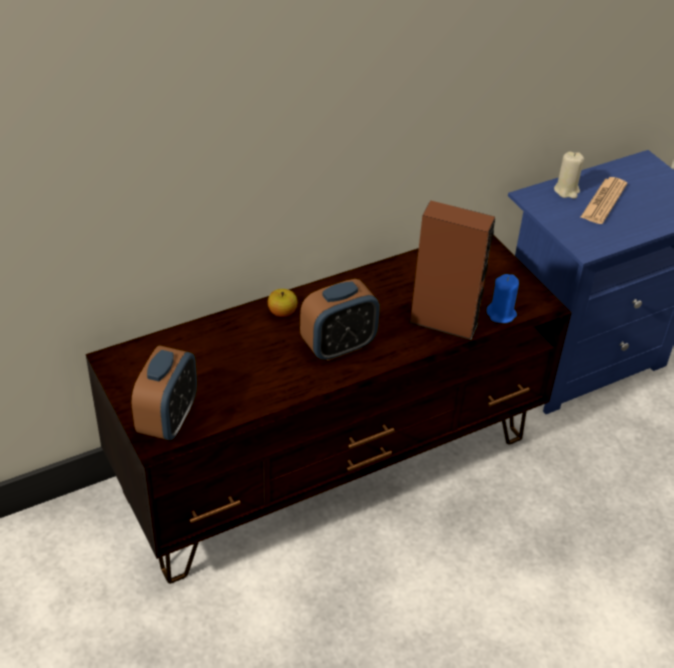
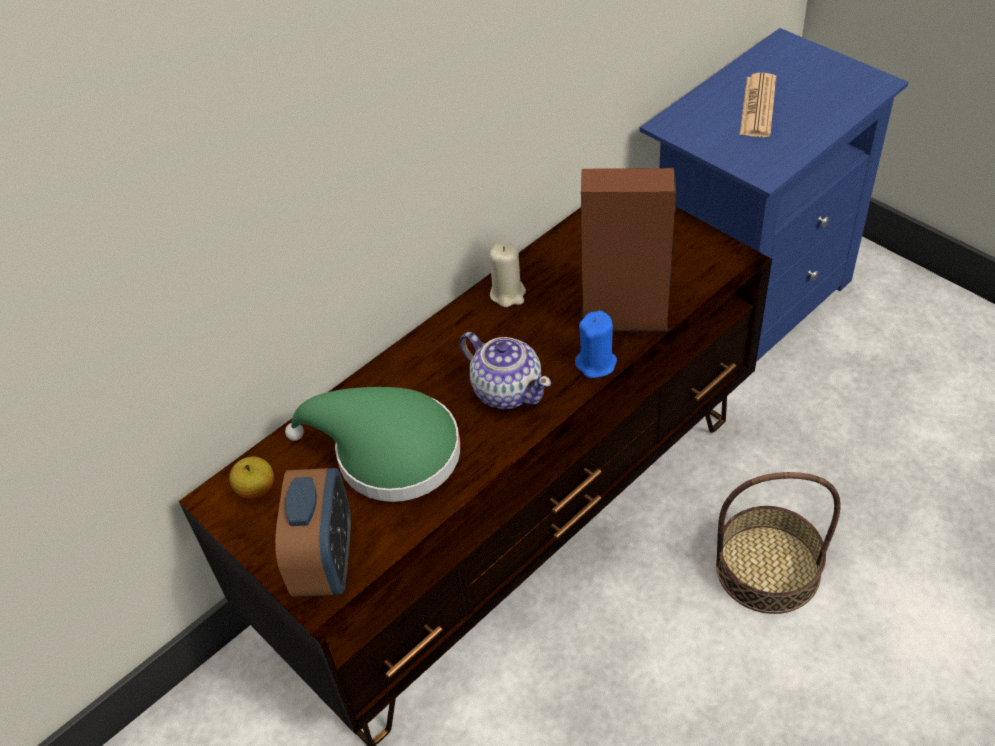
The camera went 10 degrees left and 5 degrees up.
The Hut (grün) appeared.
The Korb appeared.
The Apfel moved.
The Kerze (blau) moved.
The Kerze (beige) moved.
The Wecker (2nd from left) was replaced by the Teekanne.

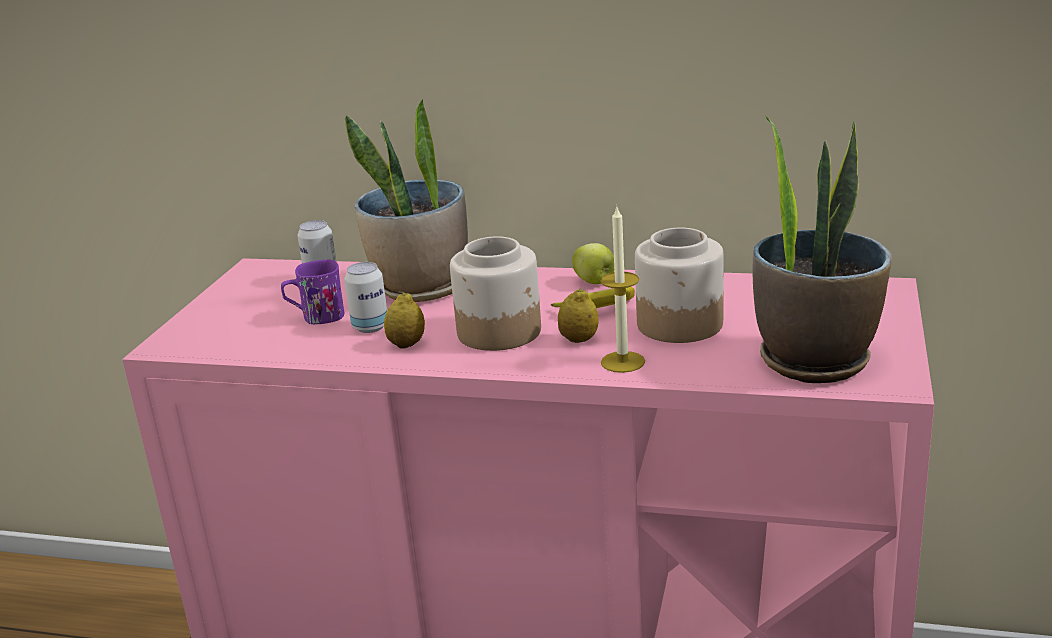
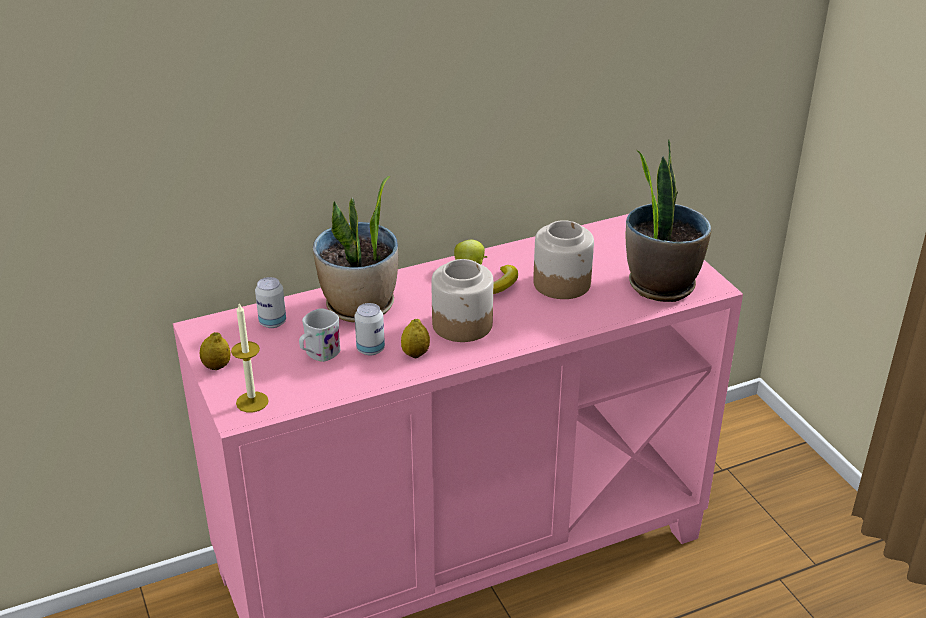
The camera went 40 degrees left and 10 degrees up.
The Zitrone (2nd from left in the first image) moved.
The Kerze moved.
The Henkelbecher (lila) became the Henkelbecher (weiß).

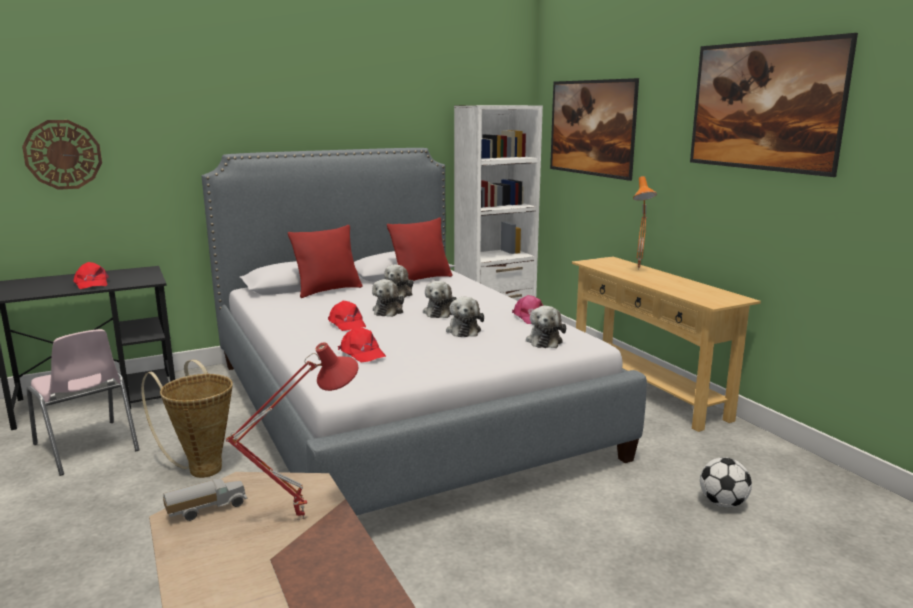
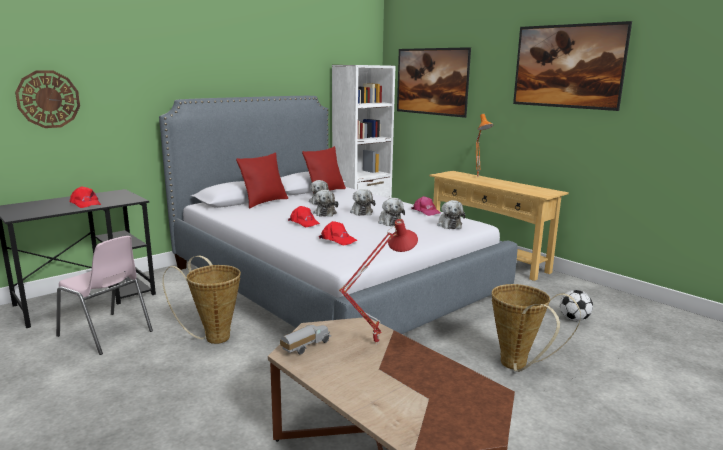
The camera went 15 degrees left and 0 degrees up.
The Korb (2nd from left) appeared.

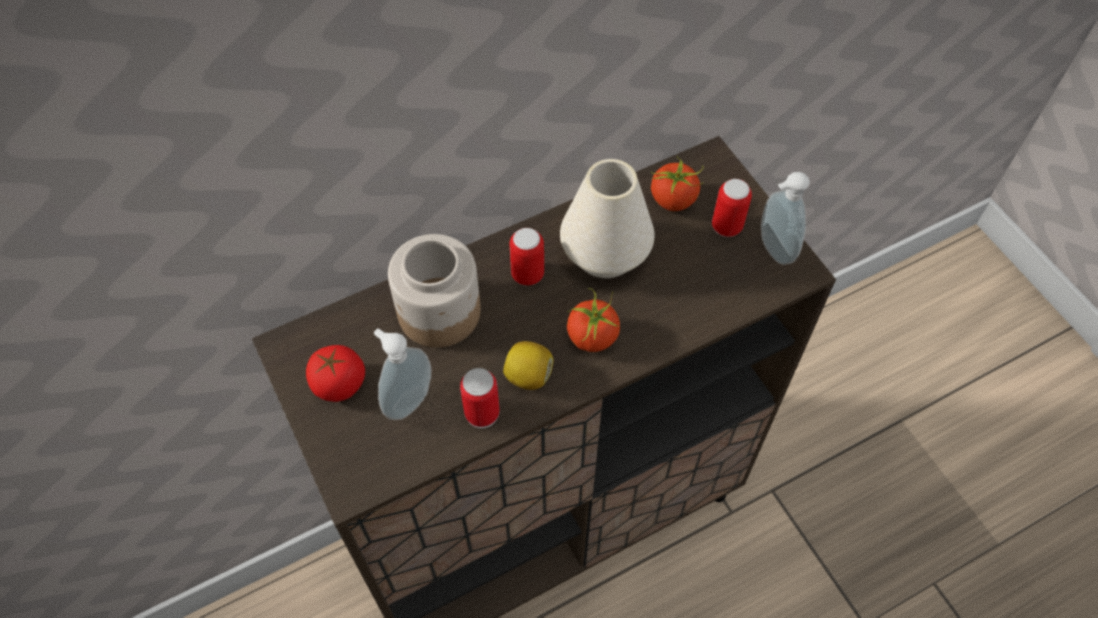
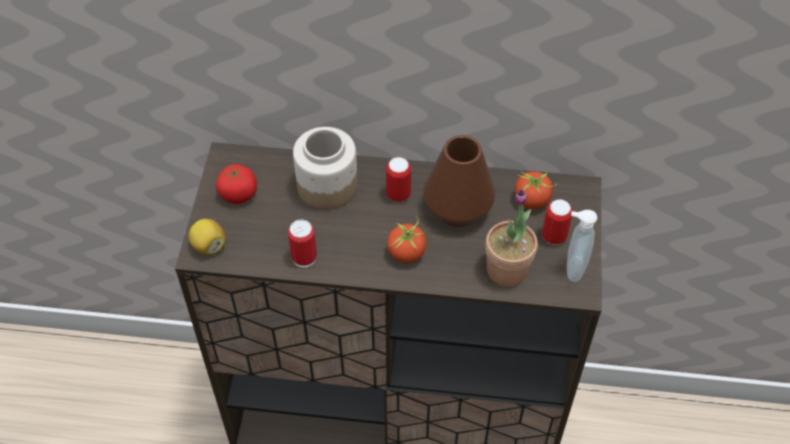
The camera went 35 degrees right and 5 degrees down.
The Seifenspender (1st from left) disappeared.
The Topfpflanze appeared.
The Zitrone moved.
The Vase (weiß) became the Vase (braun).

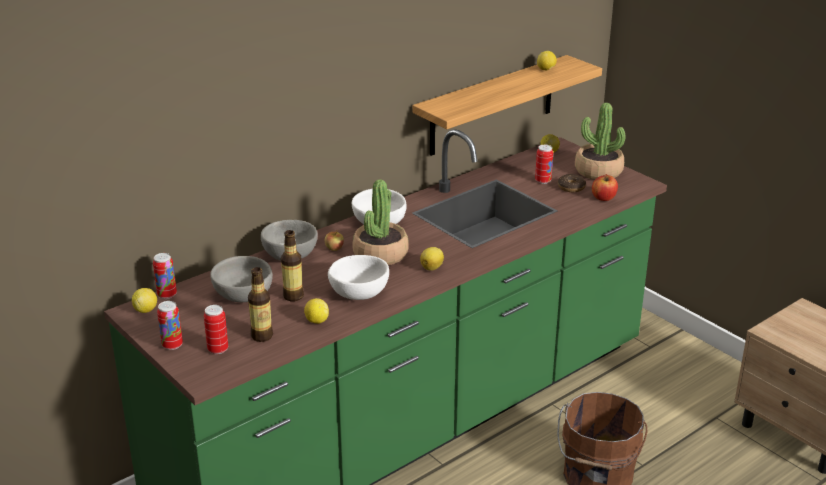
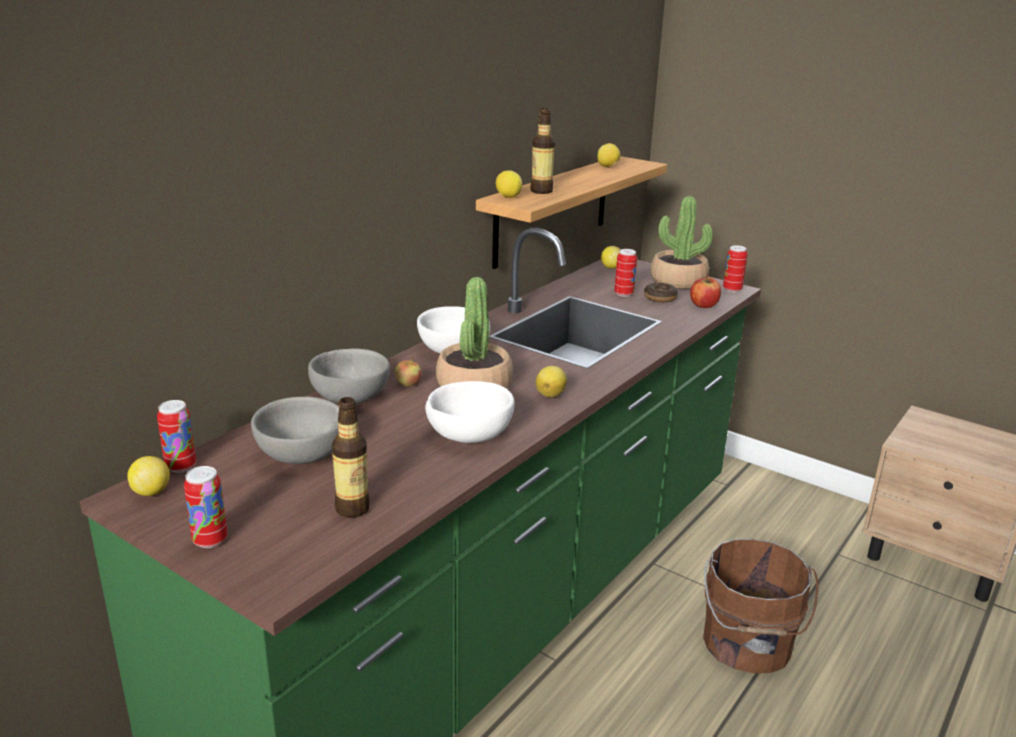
The camera went 15 degrees left and 5 degrees down.
The Dose (3rd from left in the first image) moved.
The Flasche (2nd from left) moved.
The Zitrone (2nd from left) moved.

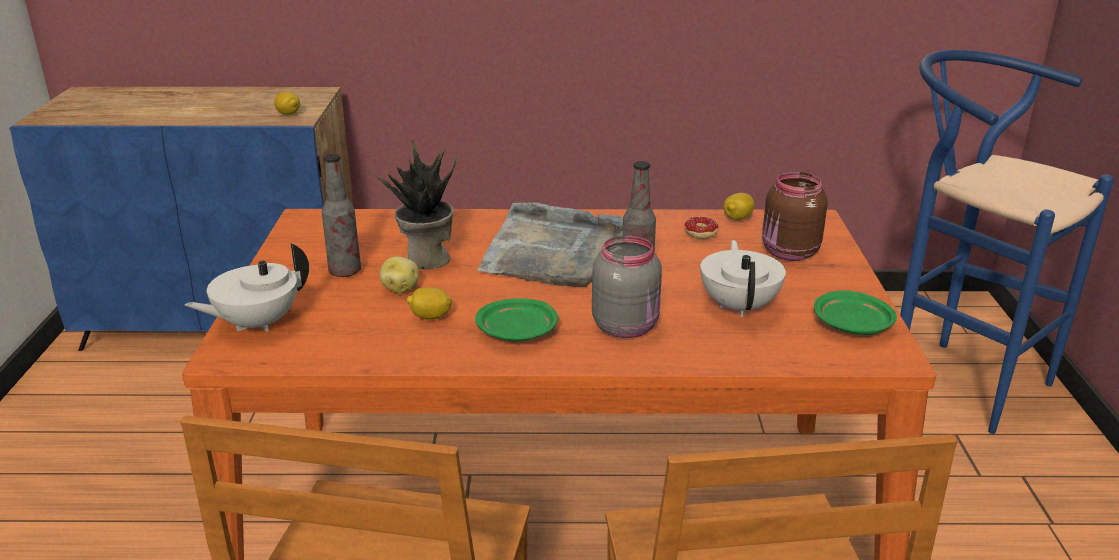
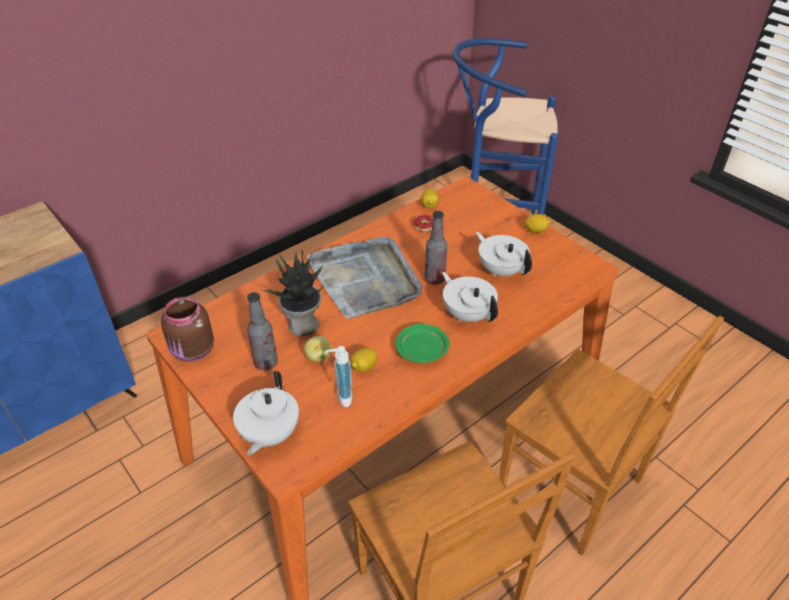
The camera went 40 degrees left and 15 degrees up.
The Teller (grün) (2nd from left) disappeared.
The Seifenspender appeared.
The Zitrone (1st from left in the first image) moved.
The Vorratsglas (braun) moved.
The Vorratsglas (grau) was replaced by the Teekanne (weiß) (2nd from left).

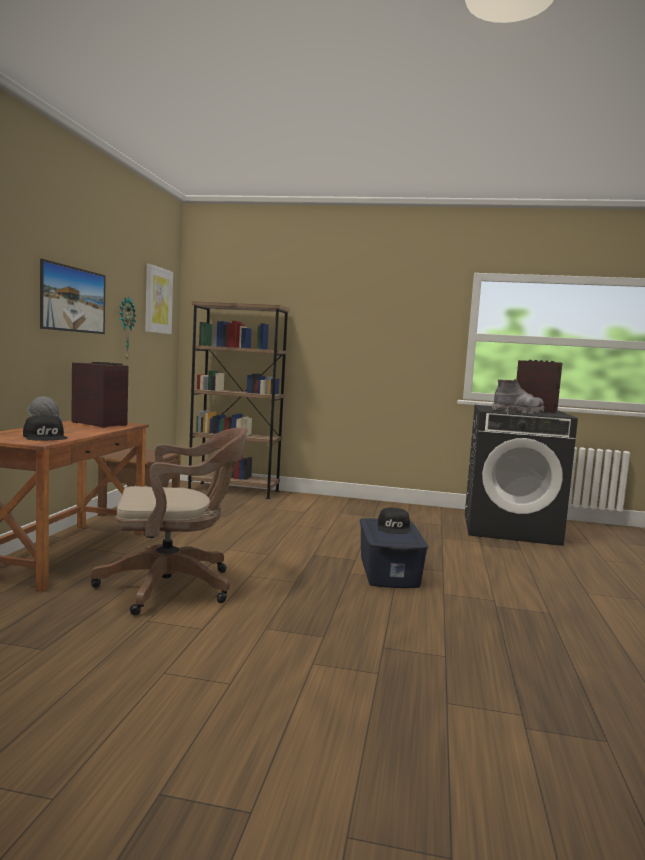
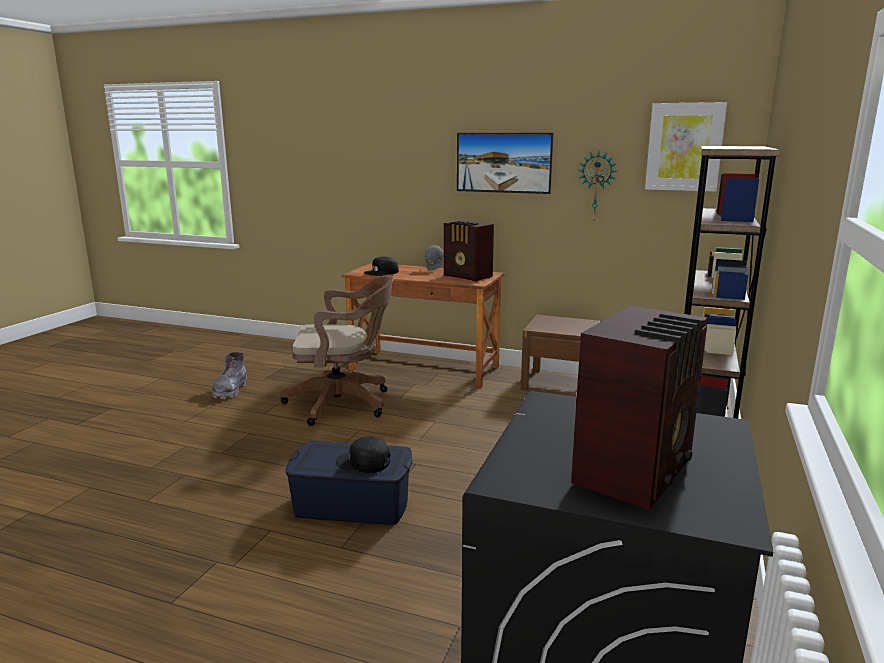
The camera went 100 degrees right and 10 degrees up.
The Stiefel (grau) moved.
The Radio (1st from left) turned 90 degrees clockwise.
The Bürostuhl (braun) turned 90 degrees counterclockwise.

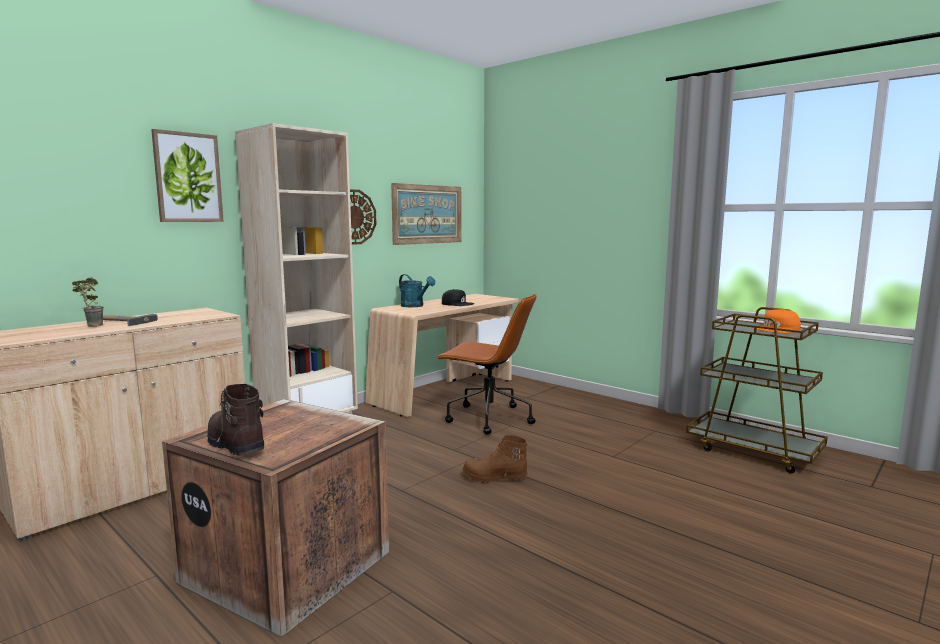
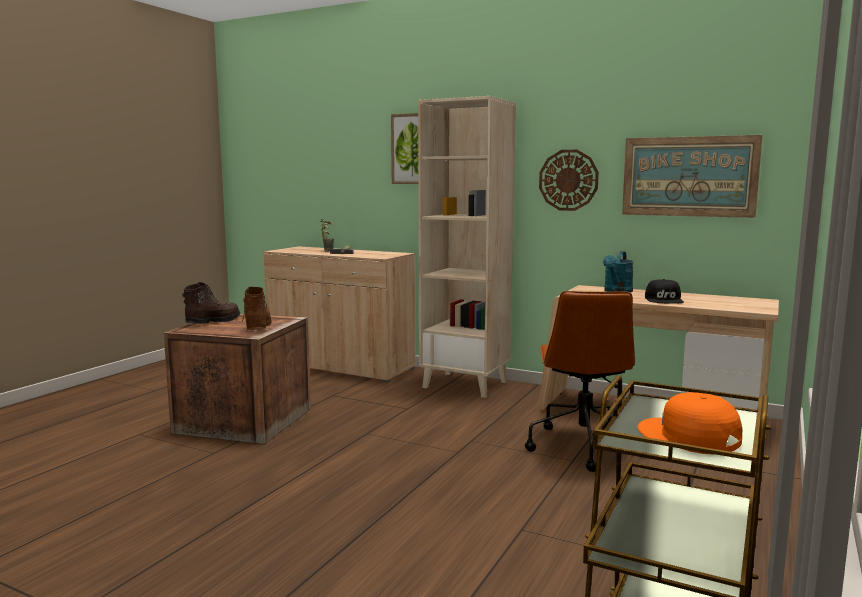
The camera went 75 degrees right and 0 degrees up.
The Stiefel (braun) (2nd from left) moved.

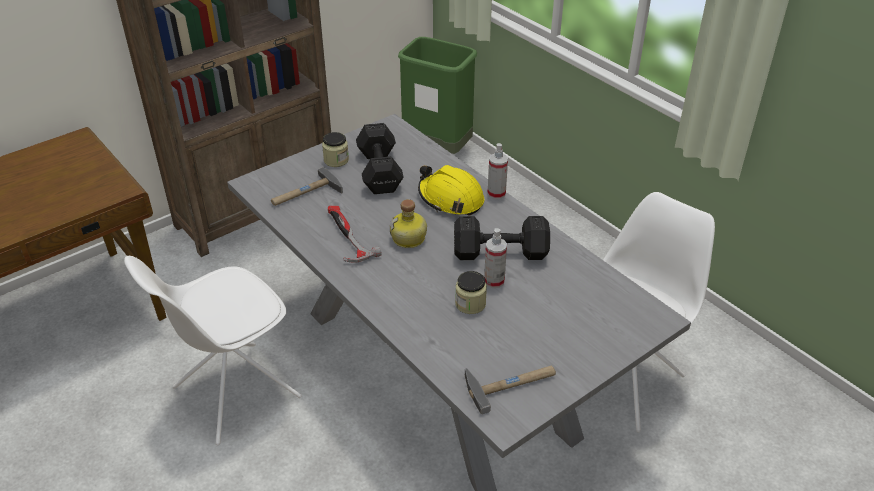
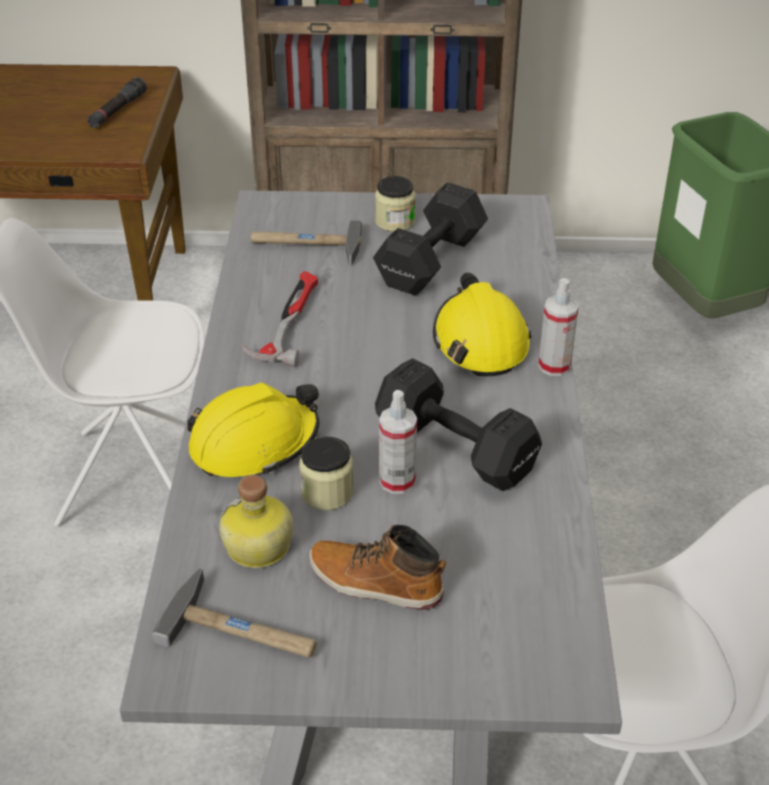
The camera went 40 degrees right and 0 degrees up.
The Taschenlampe (schwarz) appeared.
The Schutzhelm (gelb) (1st from left) appeared.
The Stiefel appeared.
The Flasche moved.

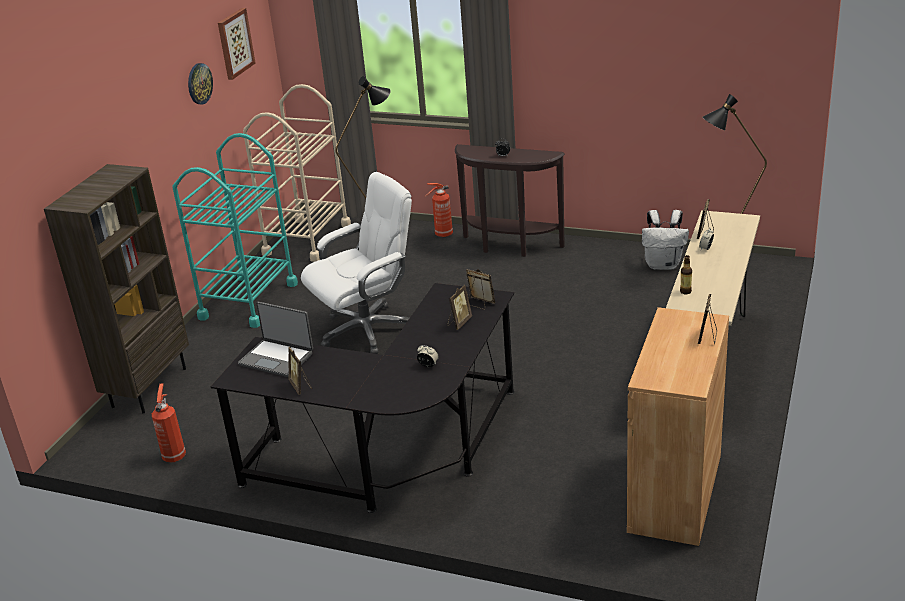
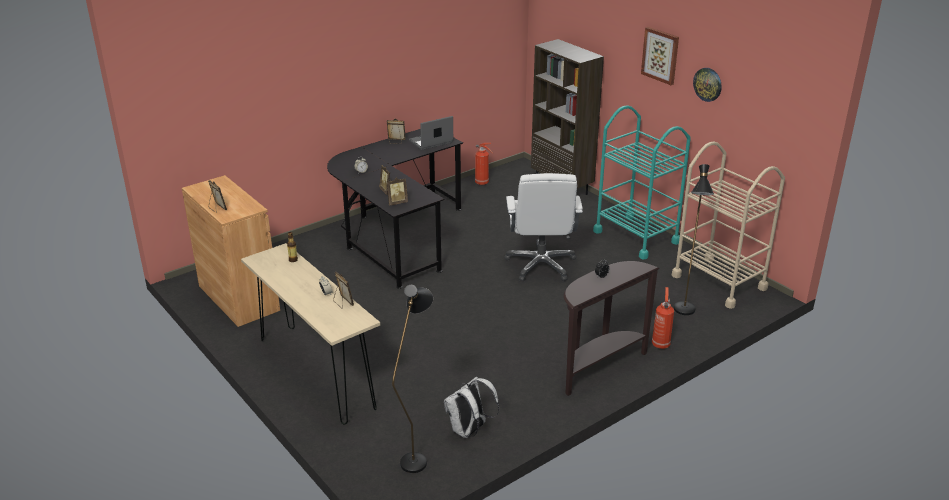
The camera went 120 degrees right and 0 degrees up.
The Bild moved.

